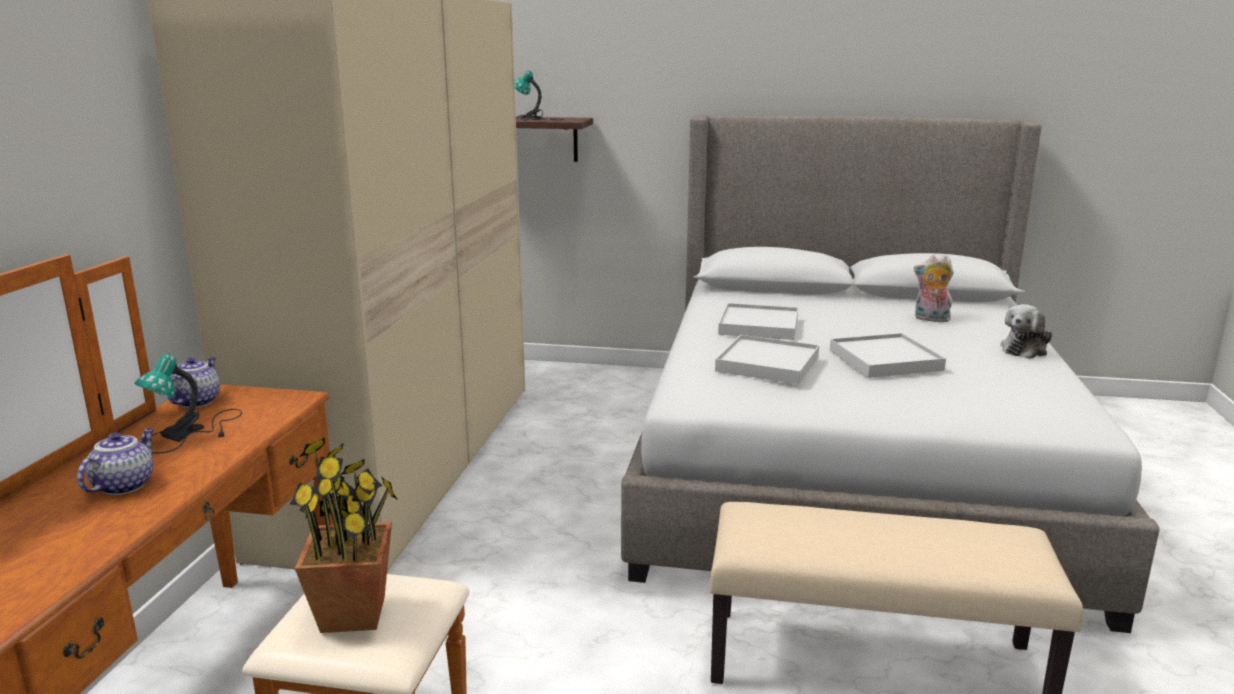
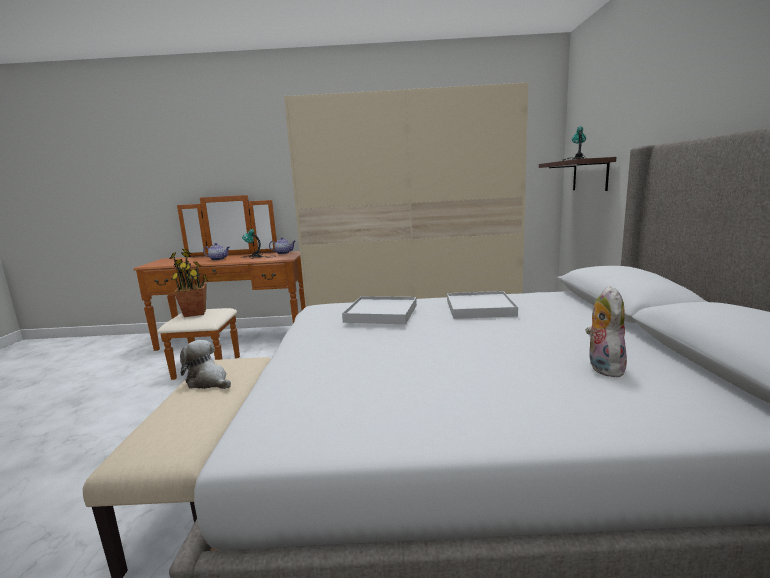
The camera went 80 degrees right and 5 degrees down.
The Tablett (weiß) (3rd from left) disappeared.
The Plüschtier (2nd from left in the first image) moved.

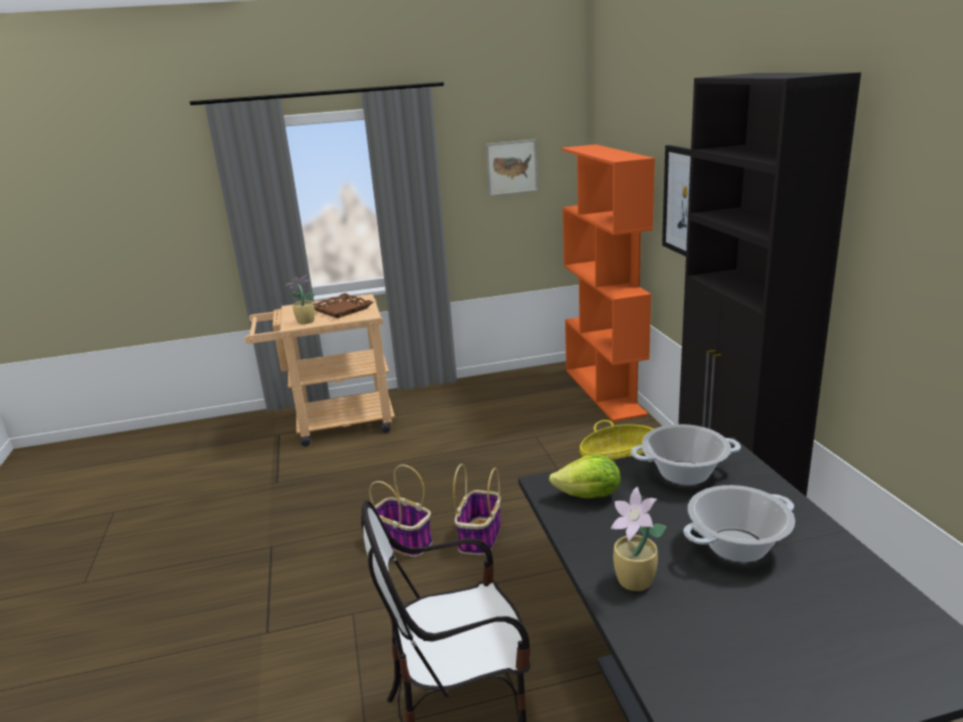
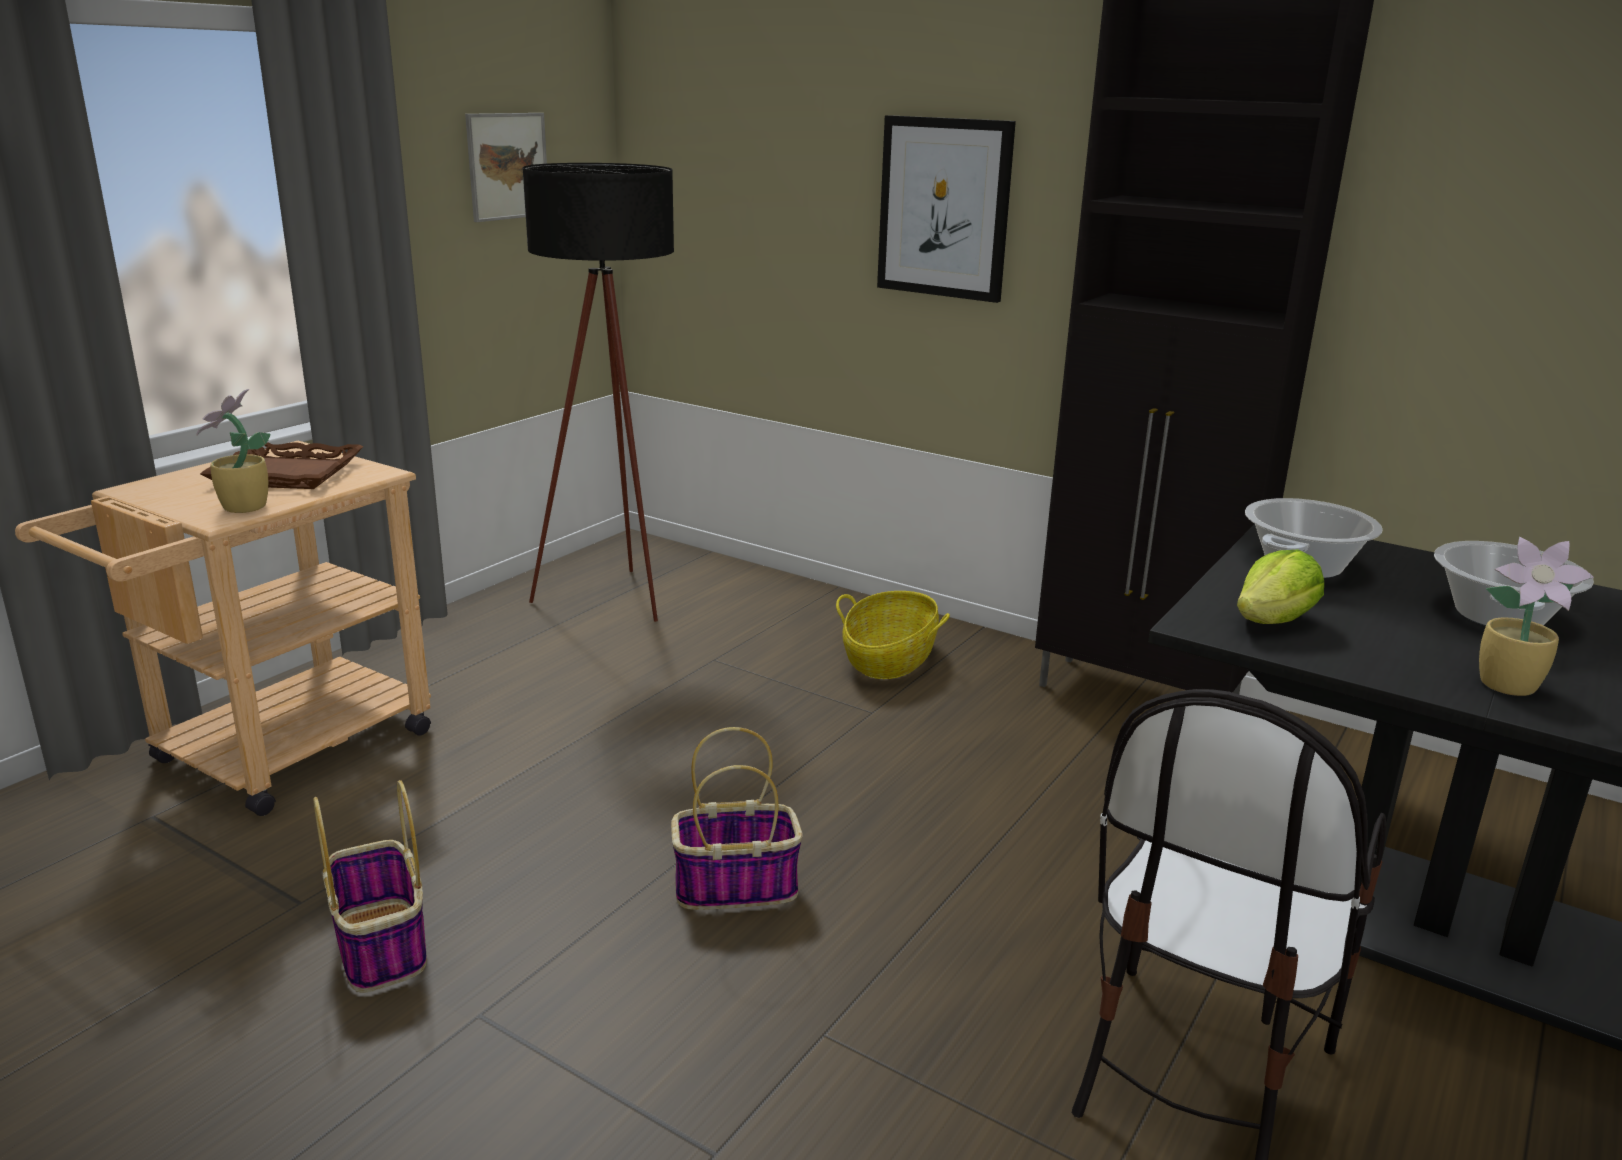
The camera went 45 degrees left and 0 degrees up.
The Bücherregal (orange) disappeared.
The Stehlampe (schwarz) appeared.
The Korb (2nd from left in the first image) moved.

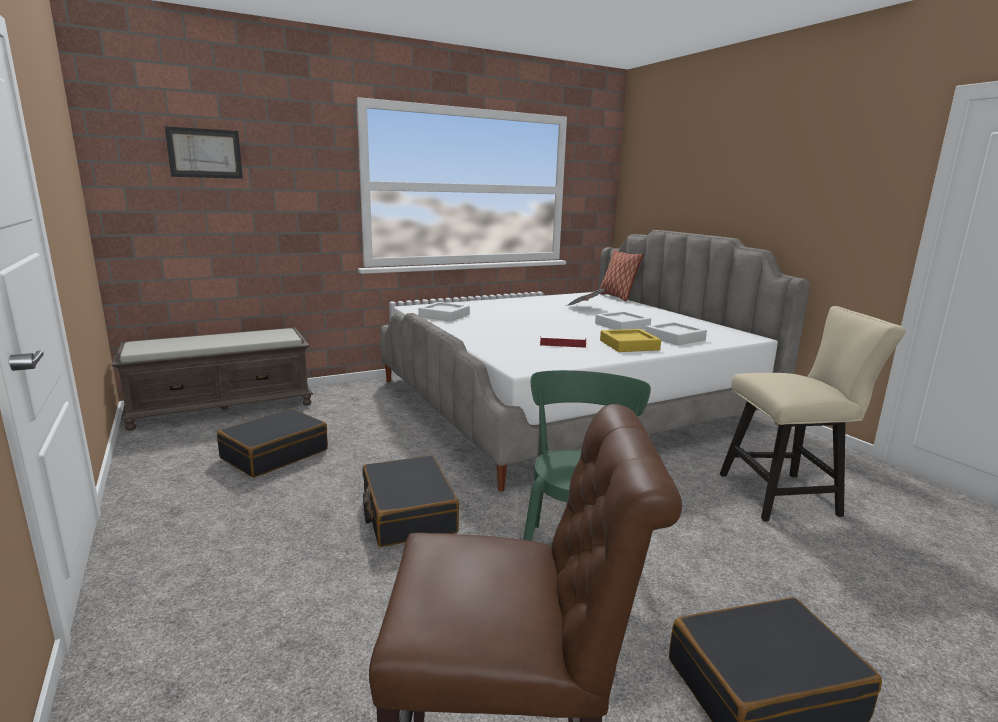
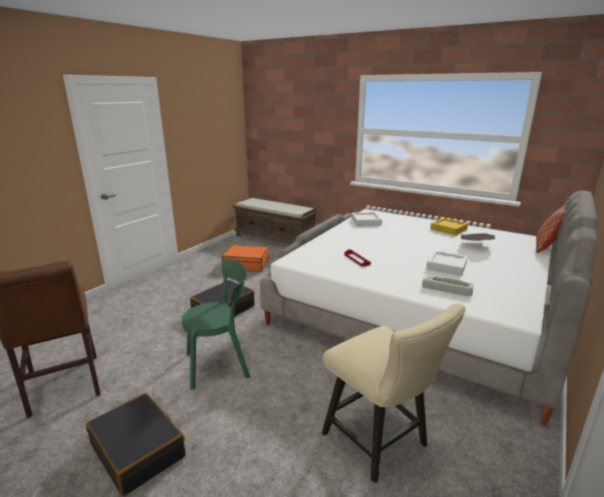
The camera went 60 degrees right and 5 degrees up.
The Bild disappeared.
The Tablett (gelb) moved.
The Tablett (weiß) (3rd from left) was replaced by the Tastatur.
The Koffer (schwarz) (1st from left) became the Koffer (orange).

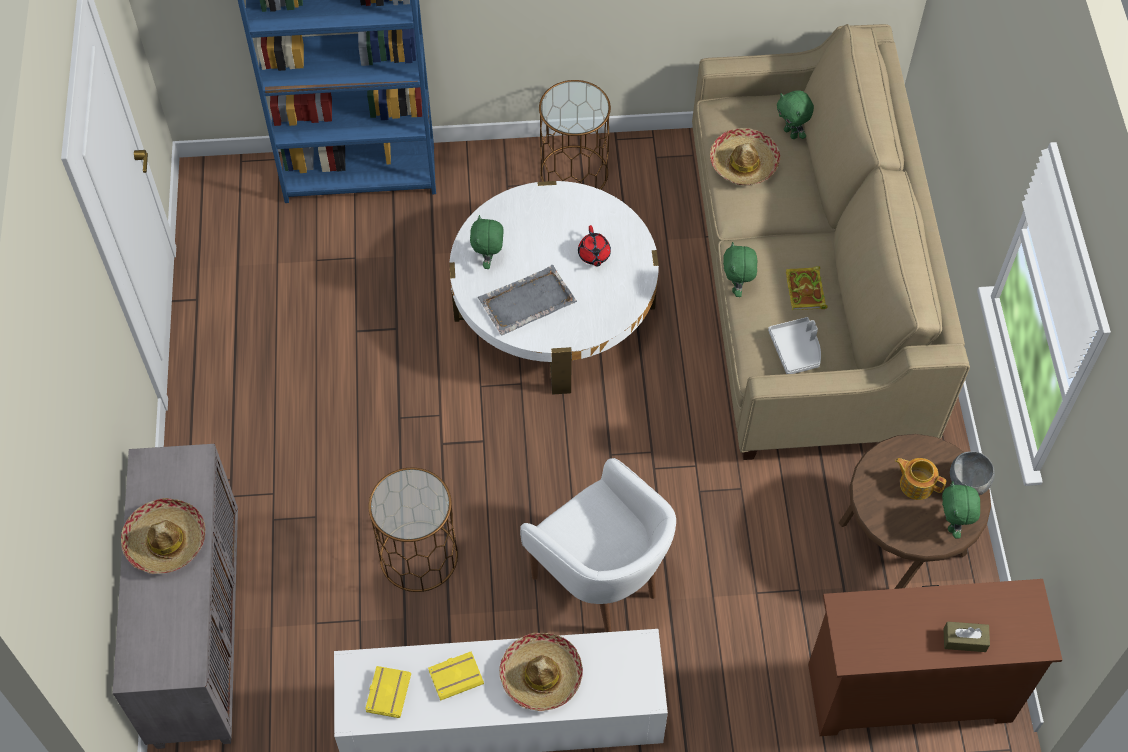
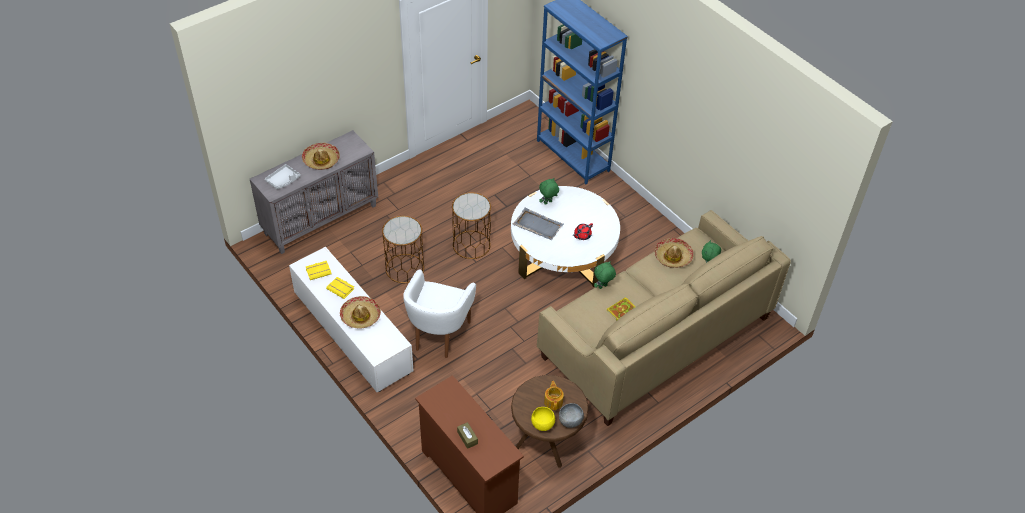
The camera went 55 degrees right and 10 degrees down.
The Beistelltisch (braun) (2nd from left) moved.
The Tablett (grau) (2nd from left in the first image) moved.
The Plüschtier (grün) (4th from left) was replaced by the Schüssel (gelb).

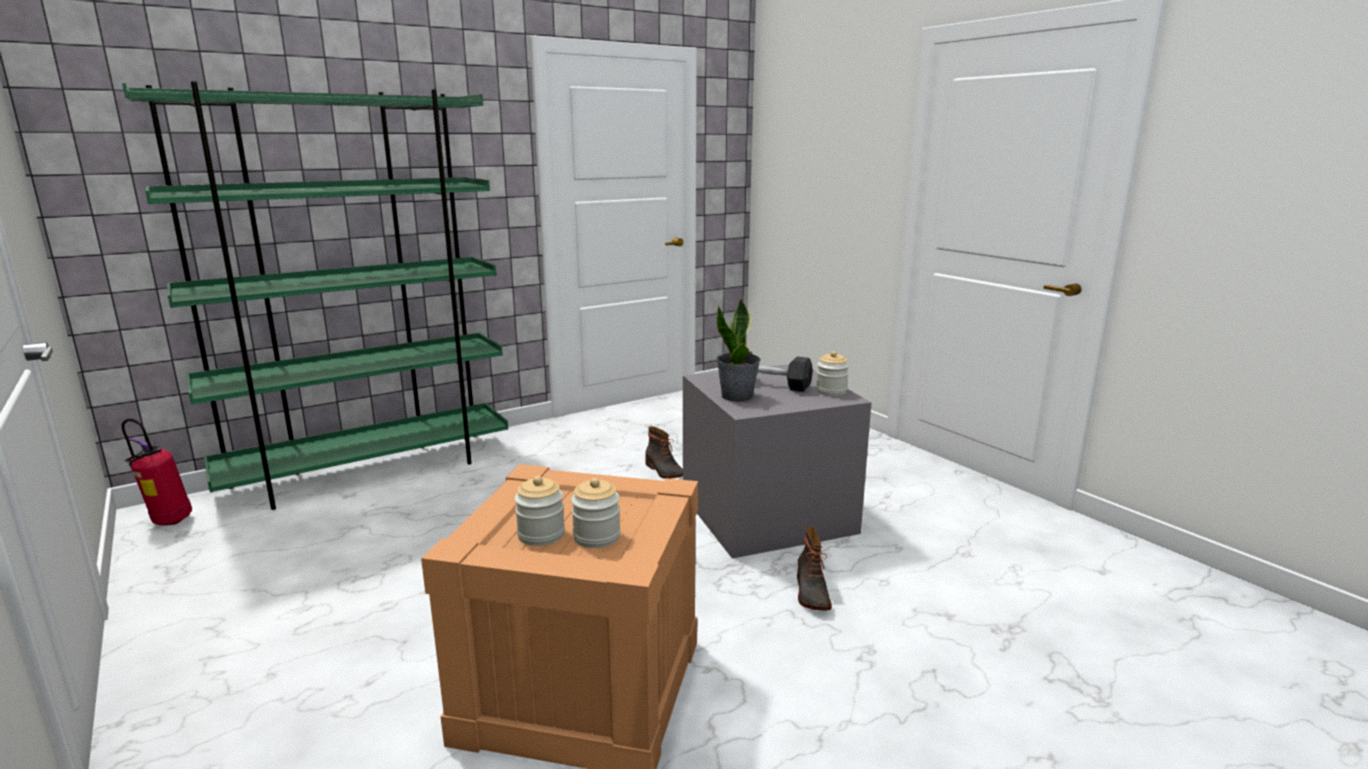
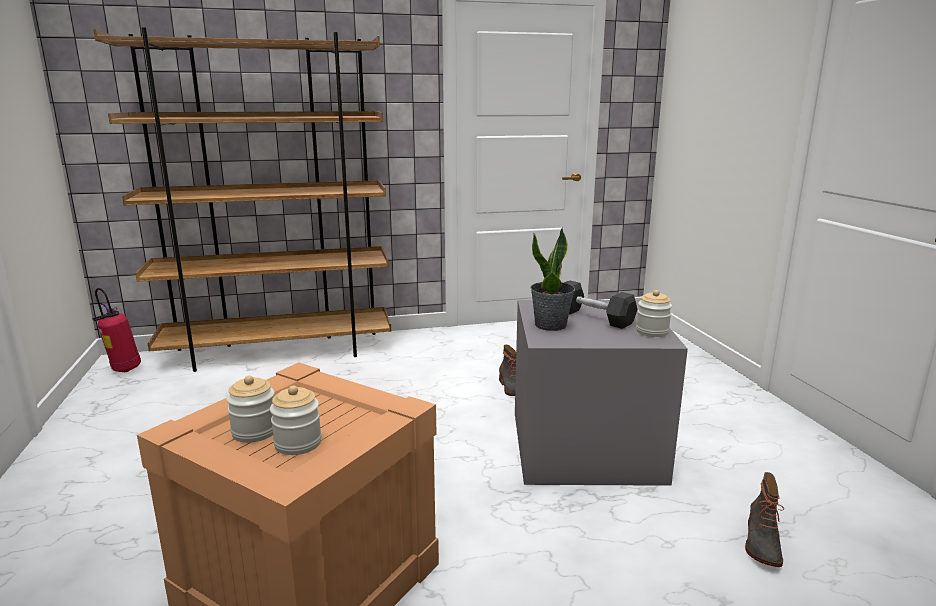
The camera went 20 degrees right and 0 degrees up.
The Stiefel (2nd from left) moved.
The Bücherregal (grün) became the Bücherregal (braun).

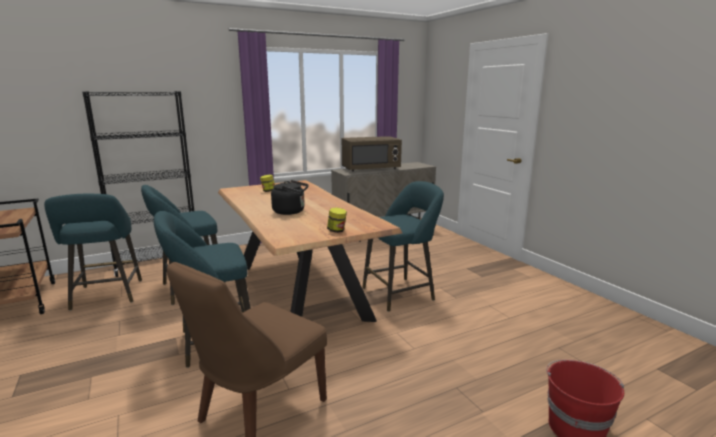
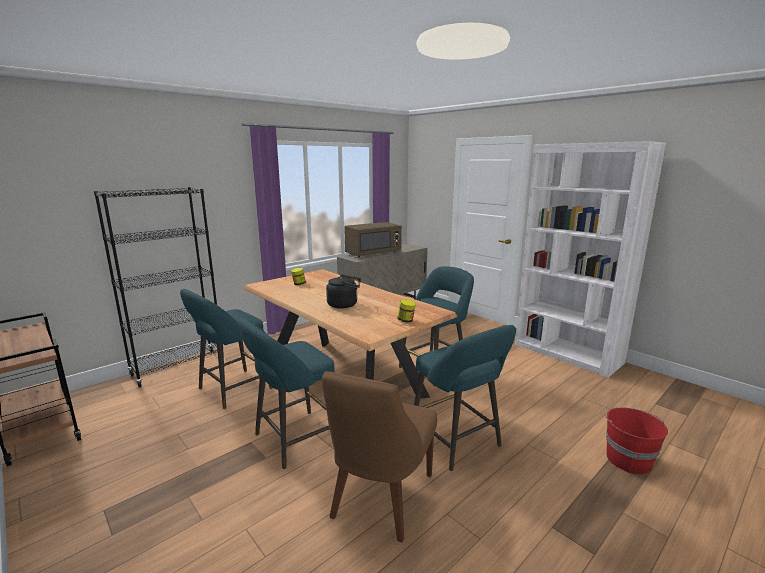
The camera went 15 degrees left and 0 degrees up.
The Bücherregal (weiß) appeared.
The Hocker (türkis) (1st from left in the first image) moved.

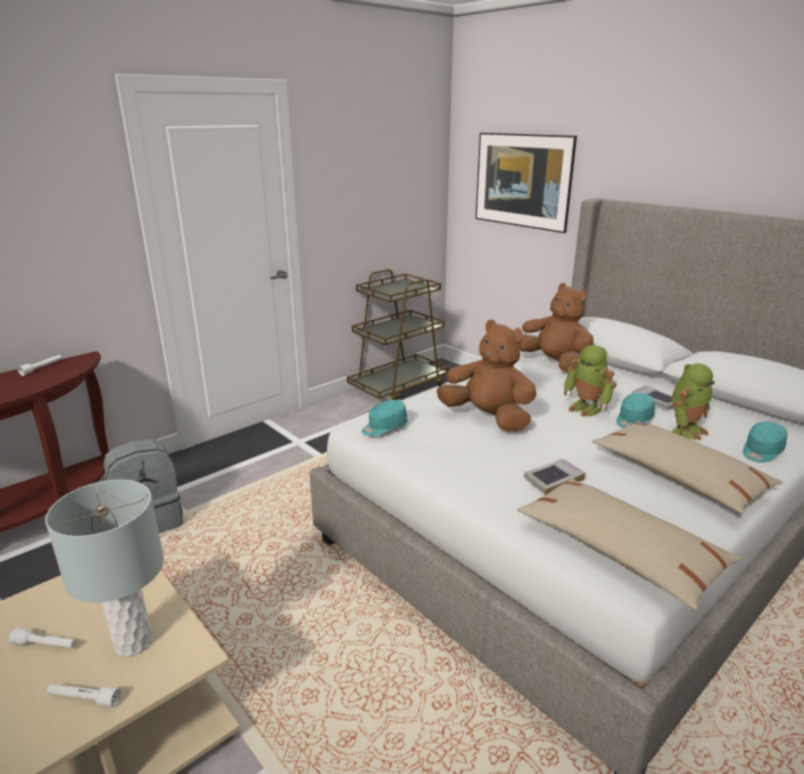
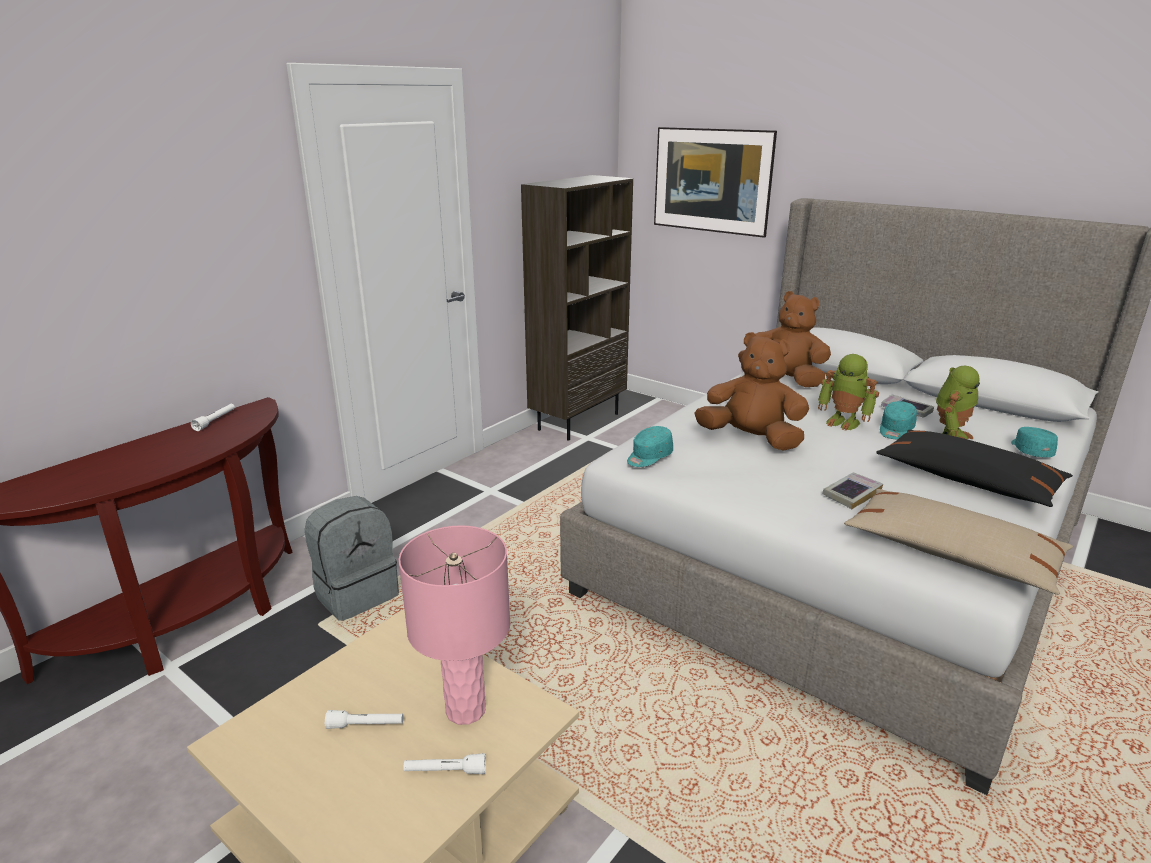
The camera went 10 degrees left and 0 degrees up.
The Rollwagen (braun) was replaced by the Bücherregal (braun).
The Tischlampe (grau) became the Tischlampe (rosa).
The Kissen (beige) (2nd from left) became the Kissen (schwarz).
The Kappe (türkis) (3rd from left) turned 150 degrees clockwise.

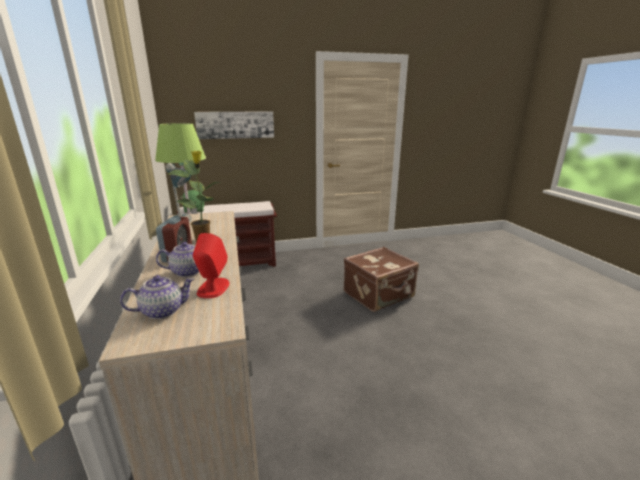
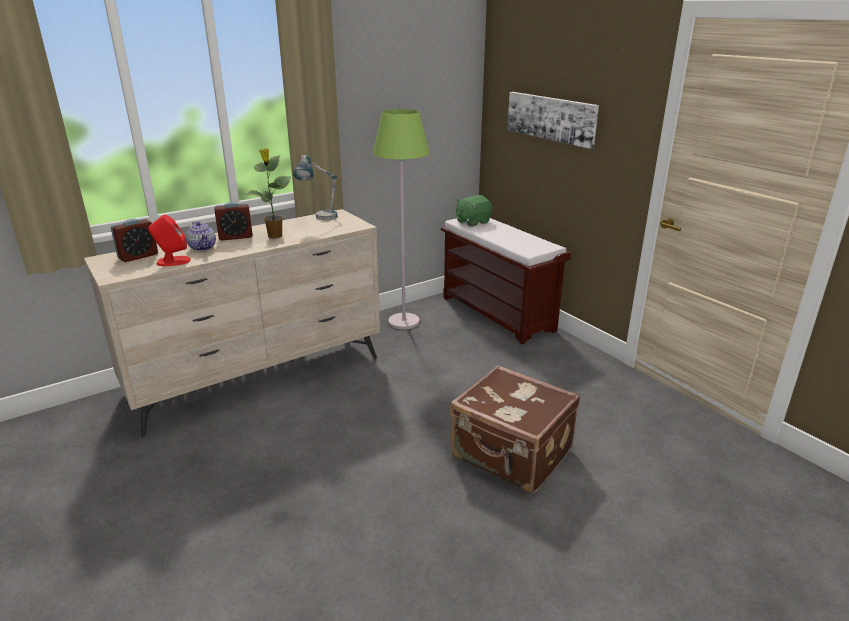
The camera went 70 degrees right and 5 degrees up.
The Teekanne (1st from left) was replaced by the Wecker (1st from left).

